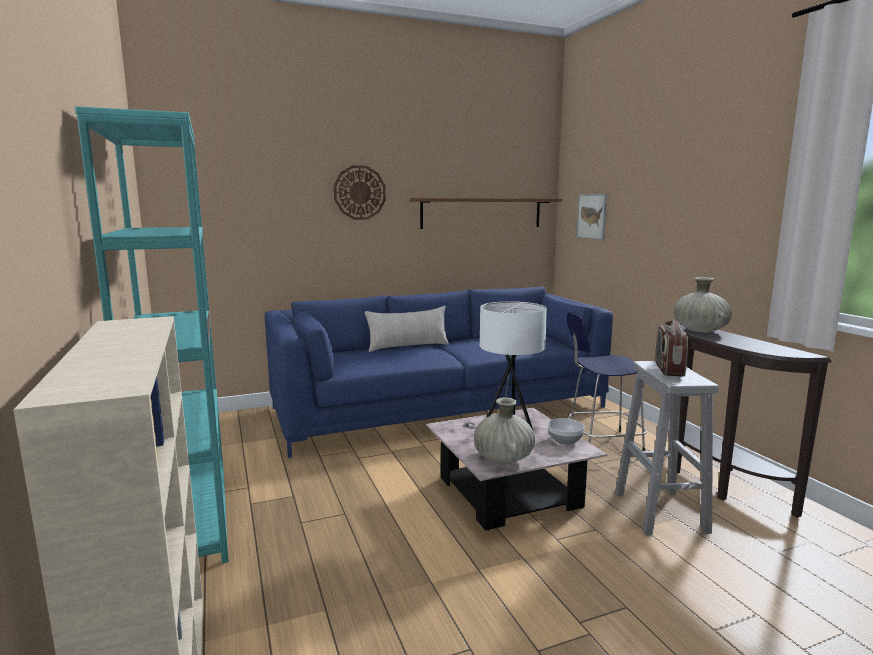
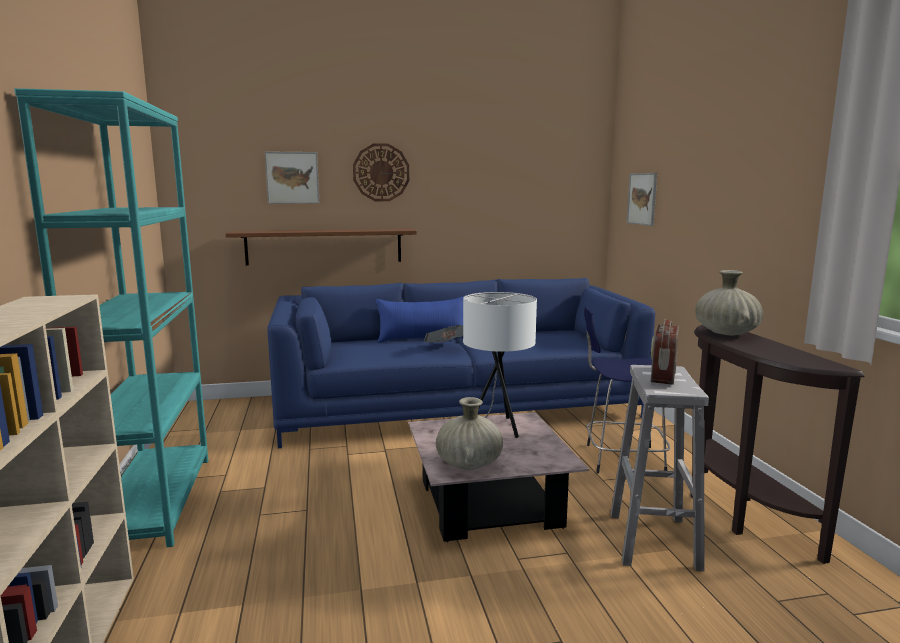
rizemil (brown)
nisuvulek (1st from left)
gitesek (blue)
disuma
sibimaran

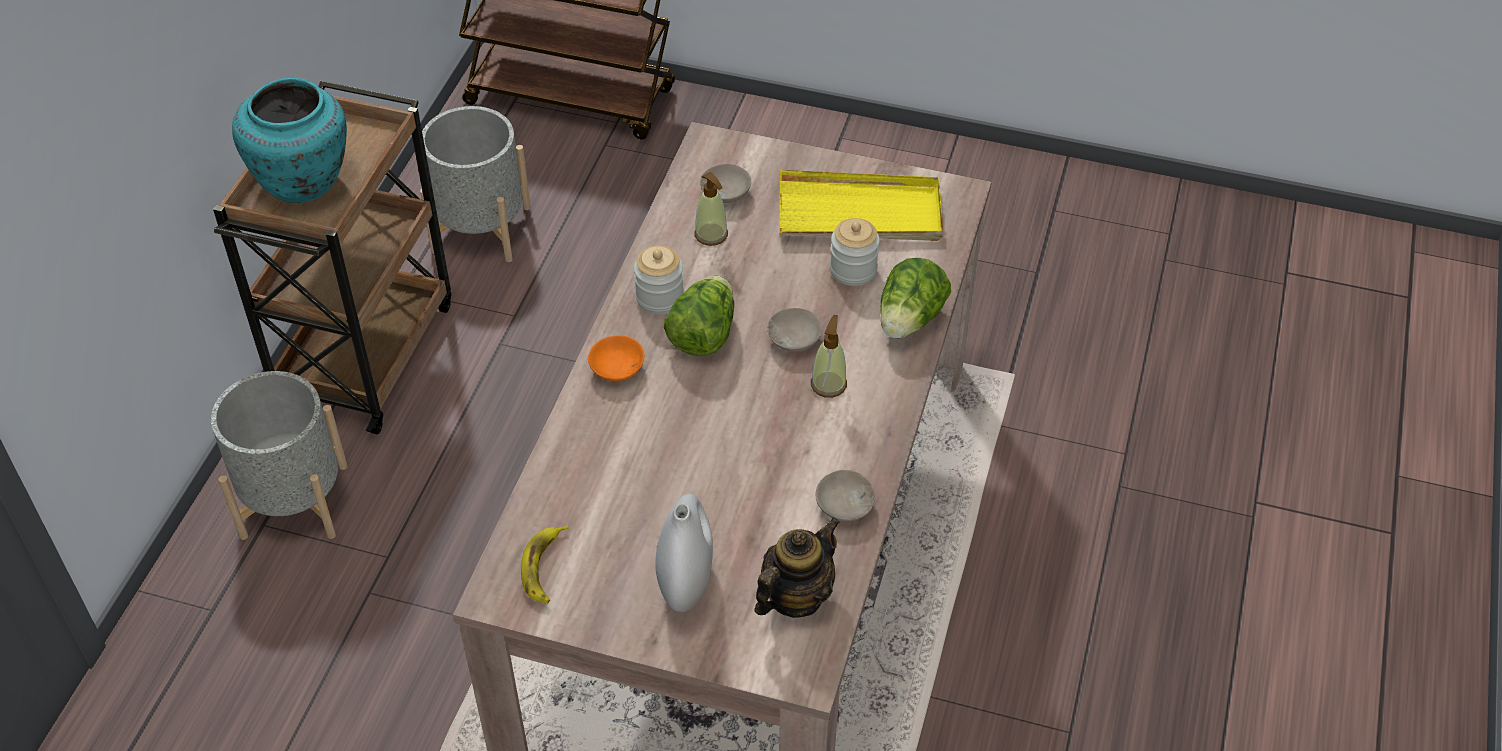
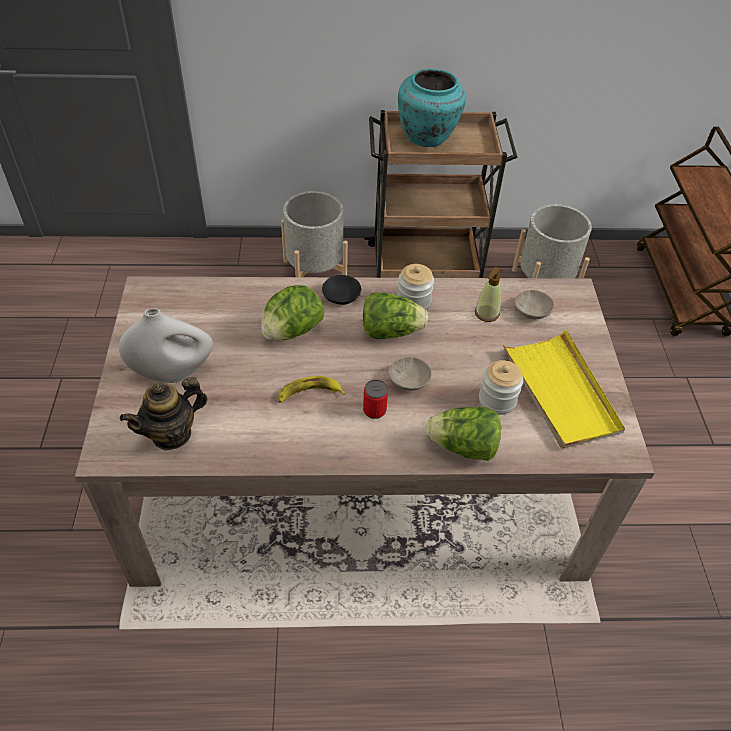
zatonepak
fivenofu (1st from left)
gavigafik
sibimaran (black)
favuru
sibimaran (beige) (3rd from left in the first image)

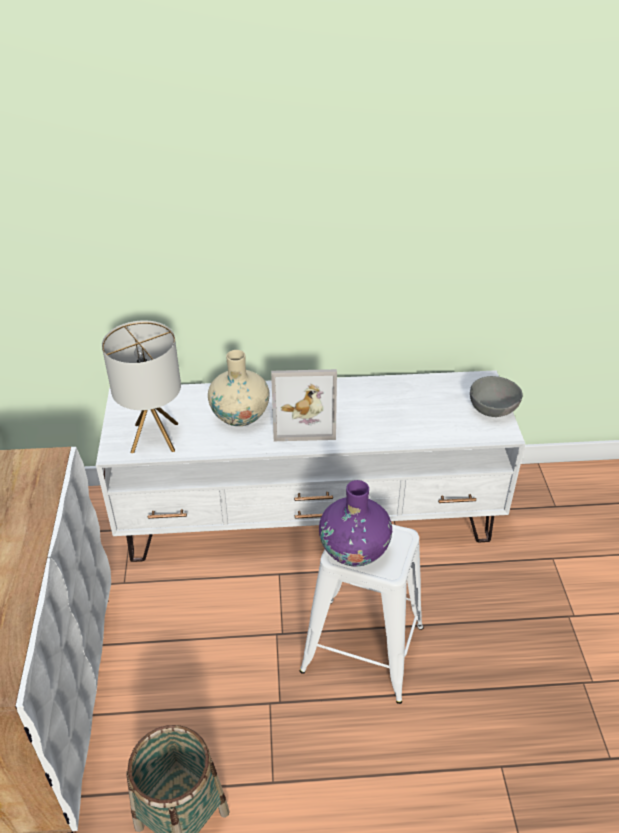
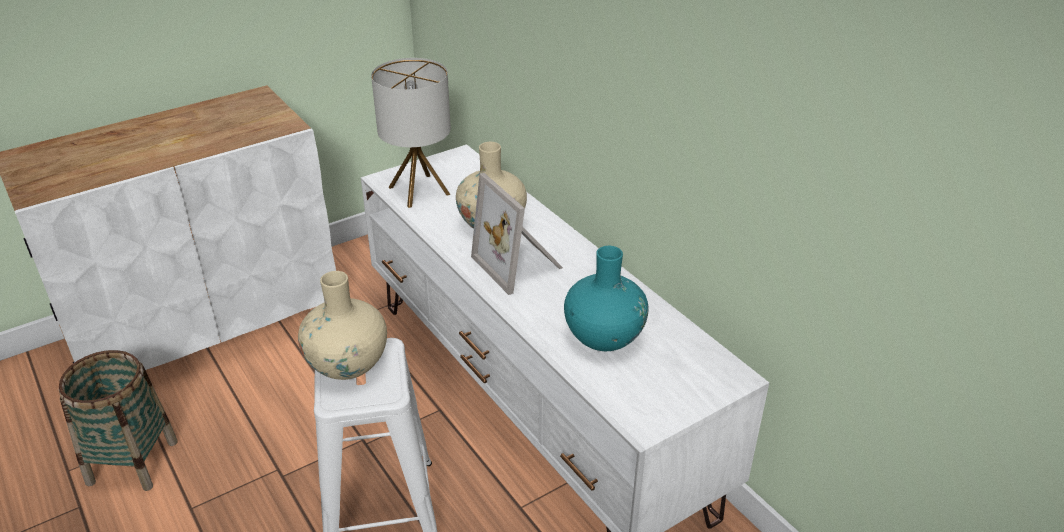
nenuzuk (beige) (1st from left)
nenuzuk (turquoise)
sibimaran (grey)

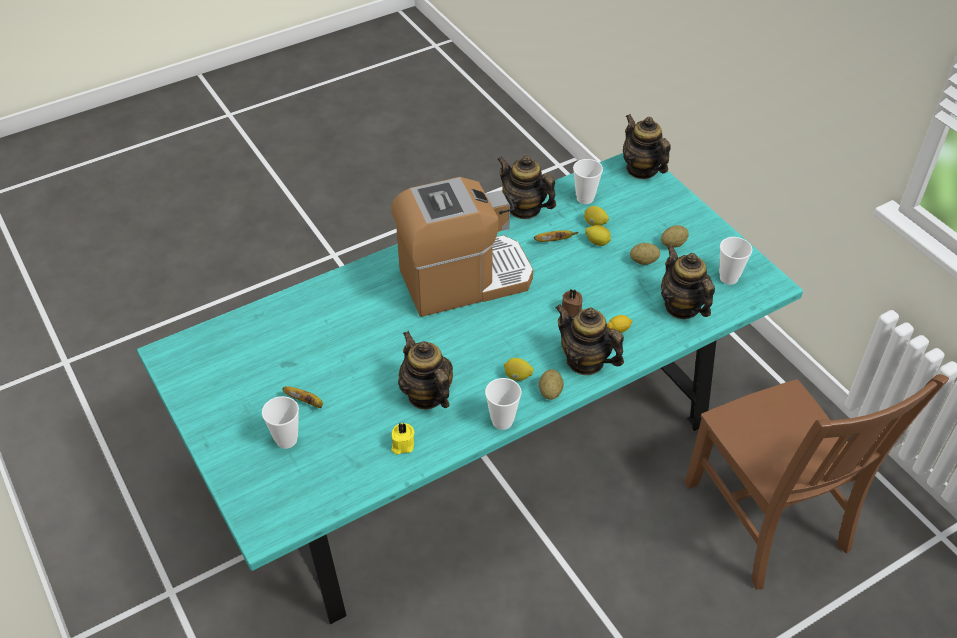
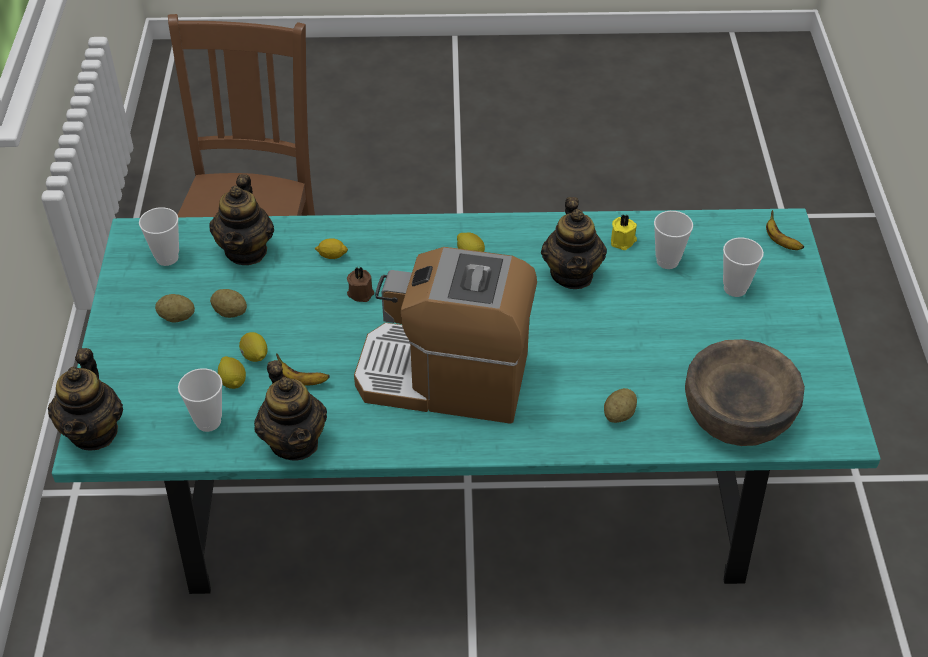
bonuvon (3rd from left)
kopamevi (3rd from left)
sibimaran (brown)
gavigafik (2nd from left)
zatonepak (3rd from left in the first image)

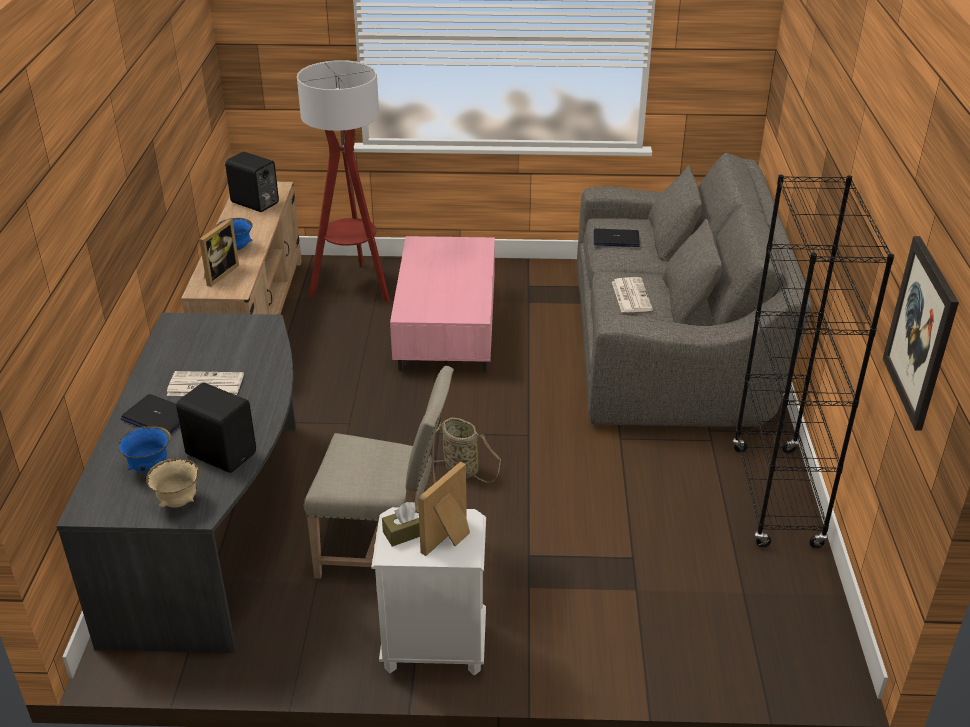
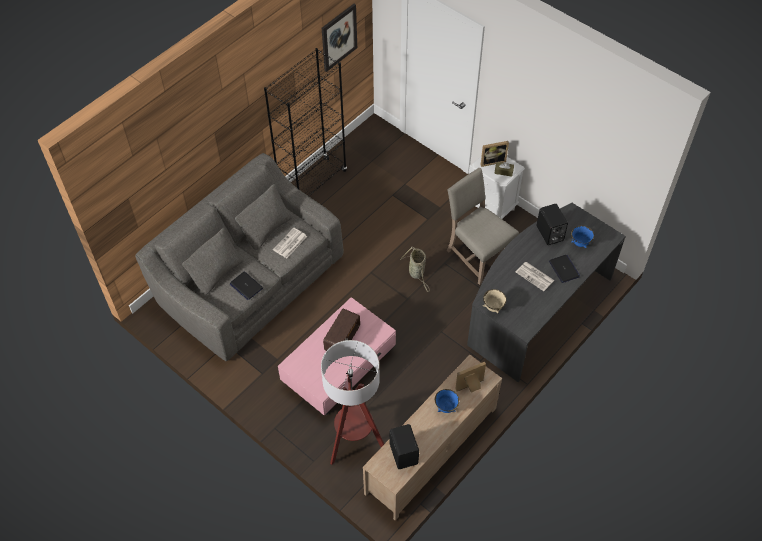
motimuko
sibimaran (beige)

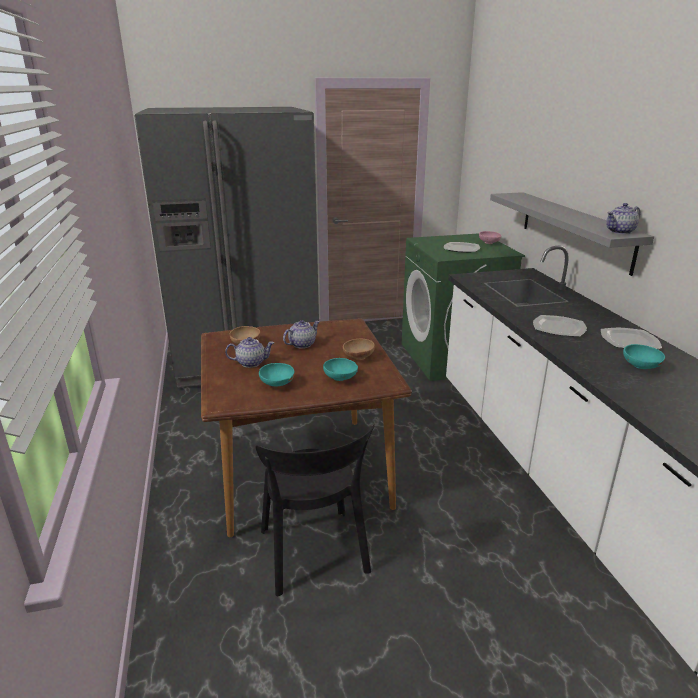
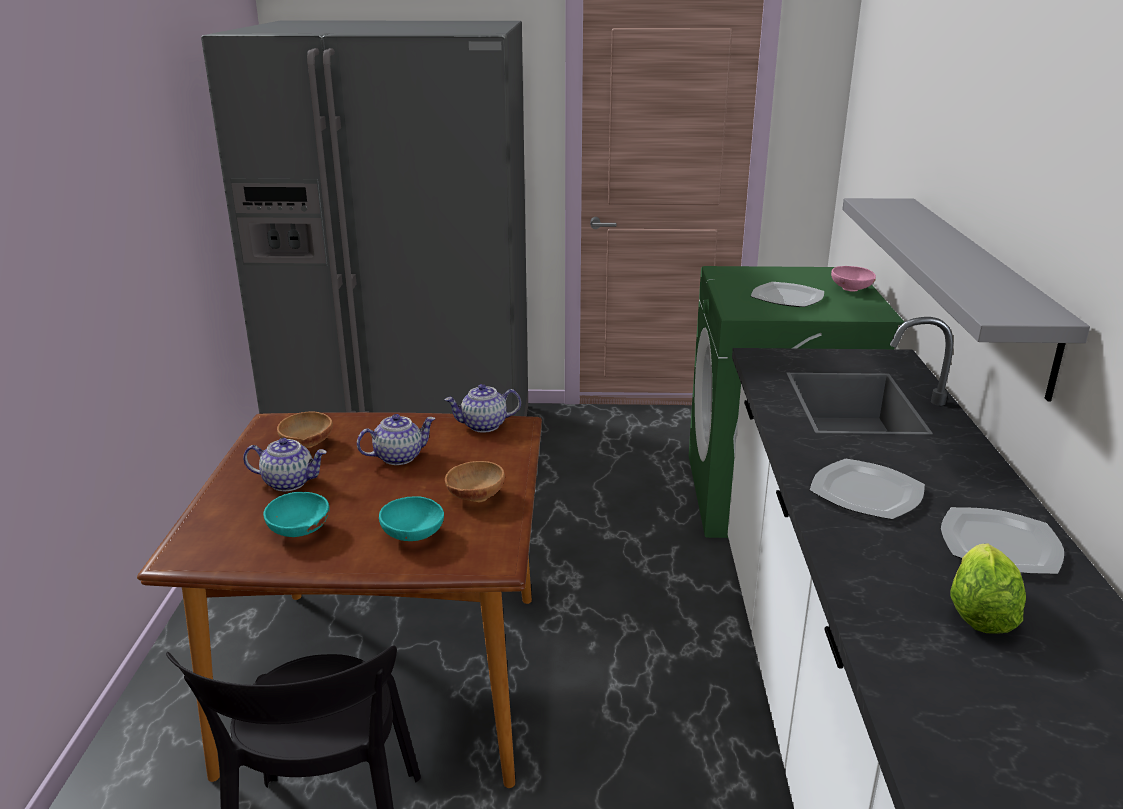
zatonepak (3rd from left)
fivenofu

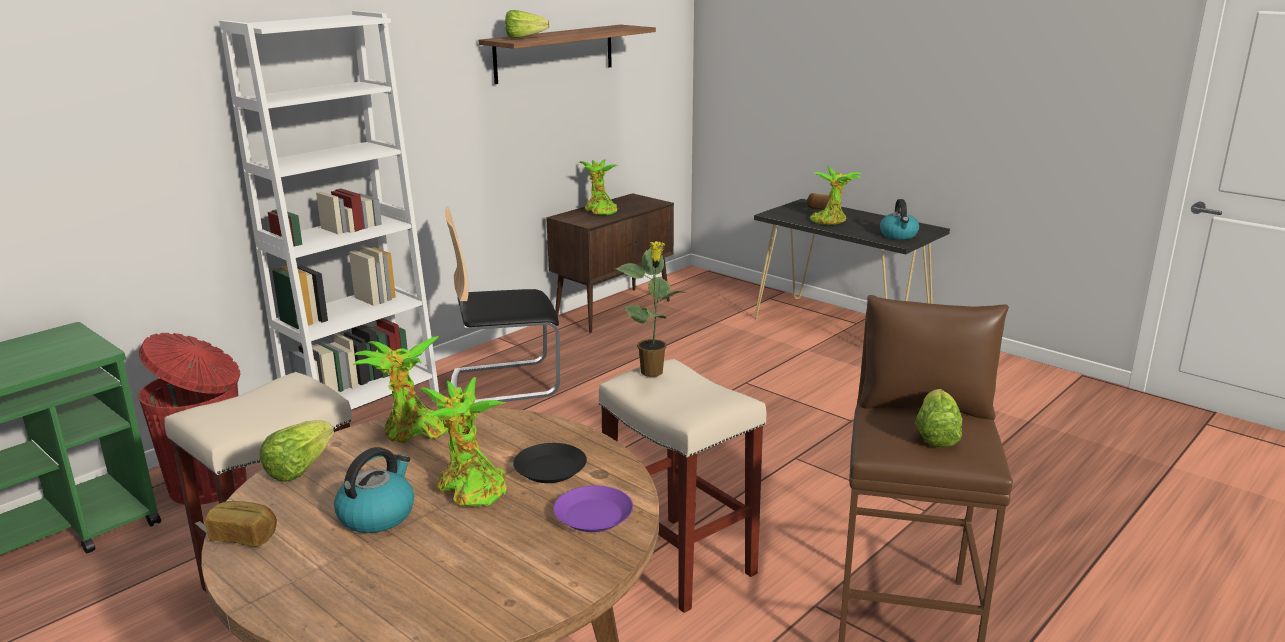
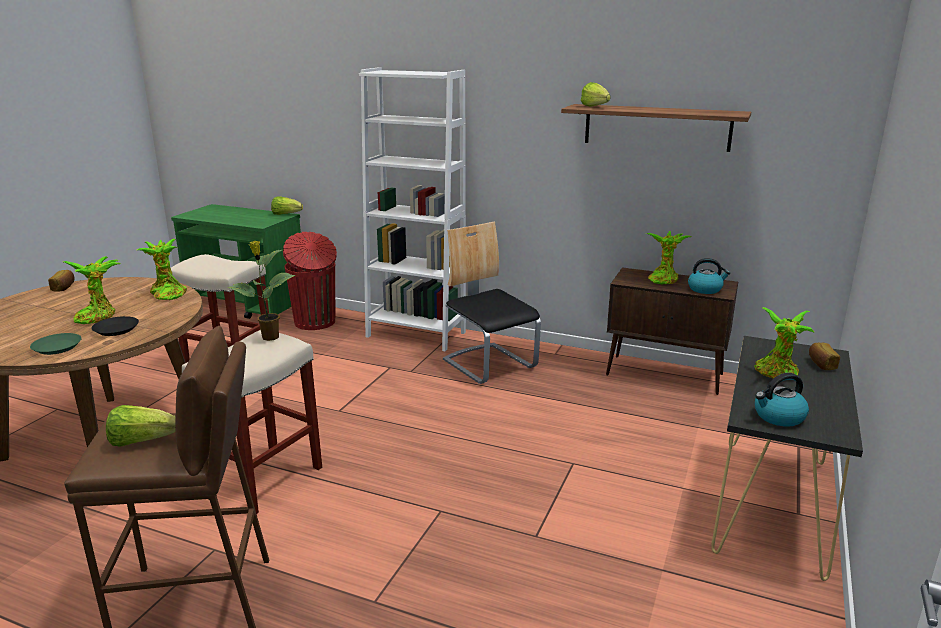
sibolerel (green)
fivenofu (2nd from left)
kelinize (1st from left)

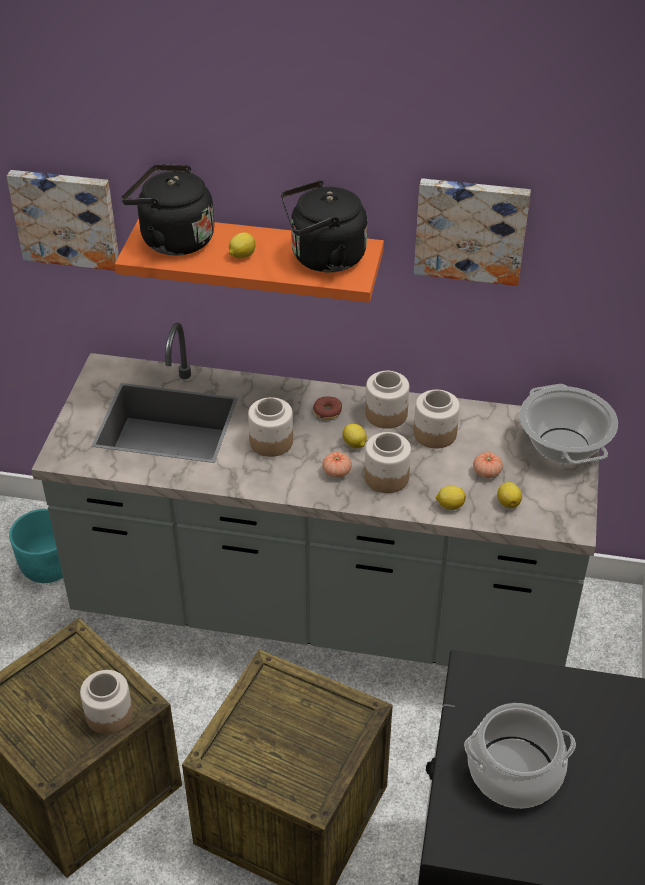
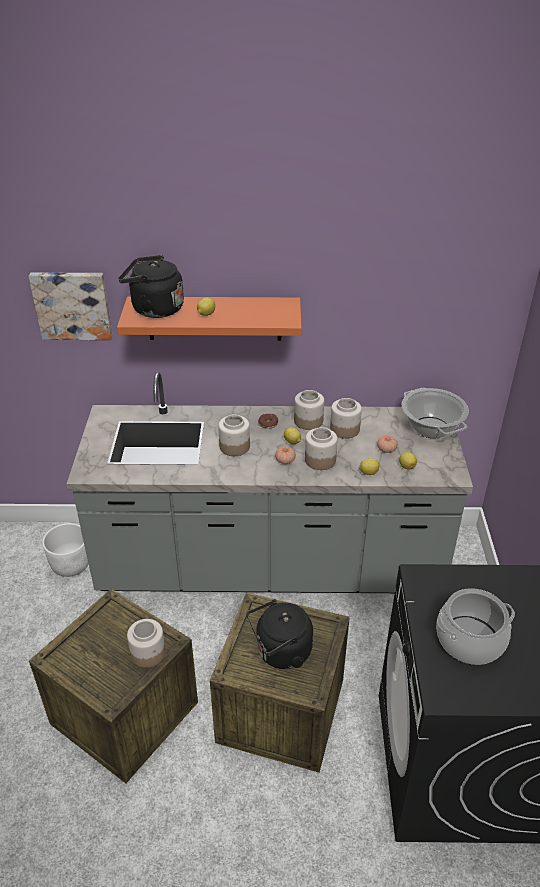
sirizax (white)
kelinize (black) (2nd from left)
nisuvulek (2nd from left in the first image)

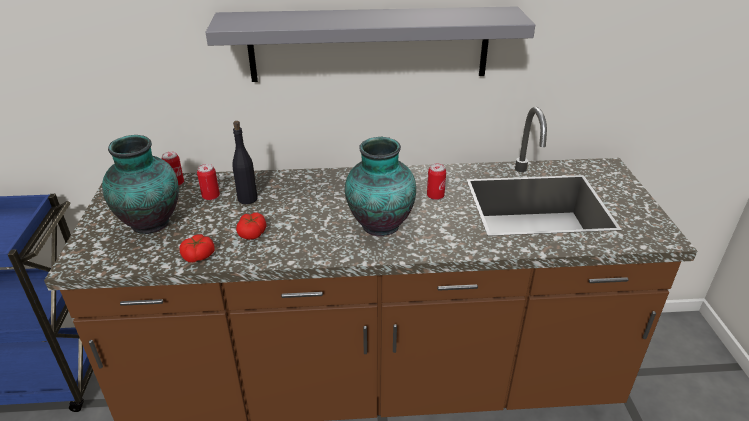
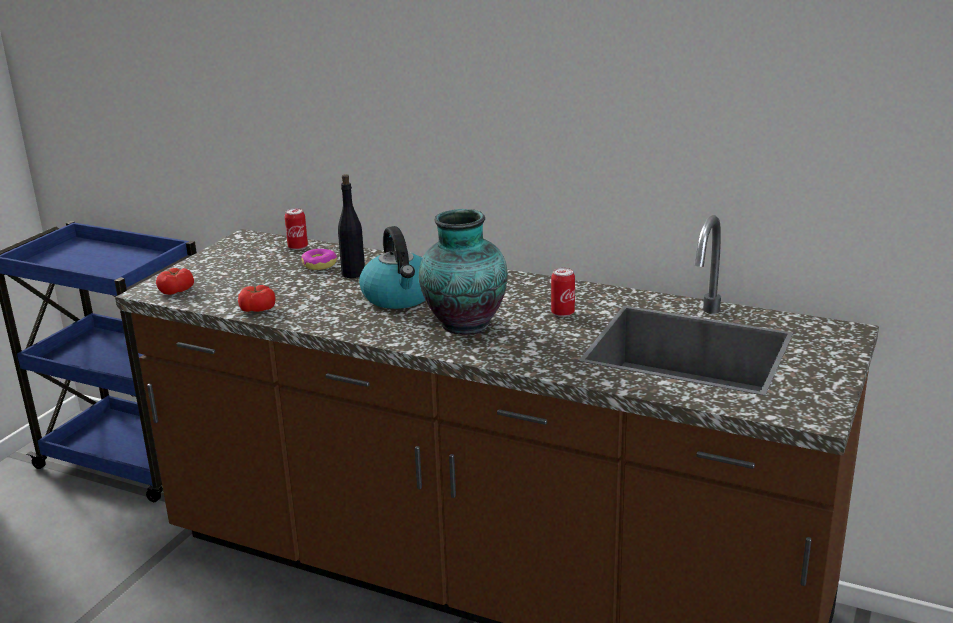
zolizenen (1st from left)
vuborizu
kelinize
nenuzuk (1st from left in the first image)
rizemil (grey)

